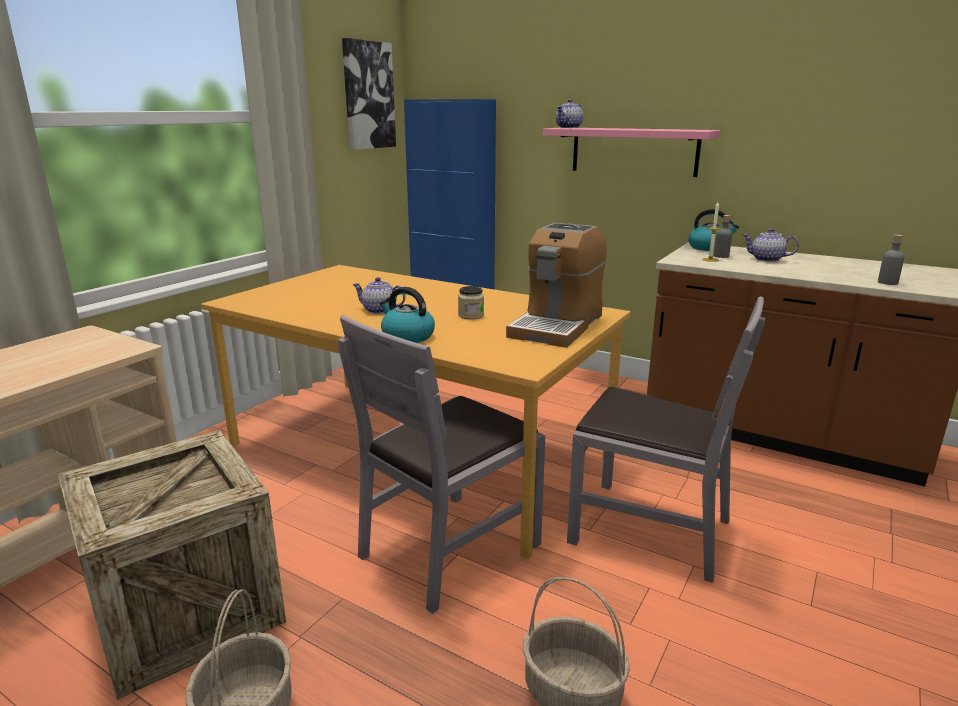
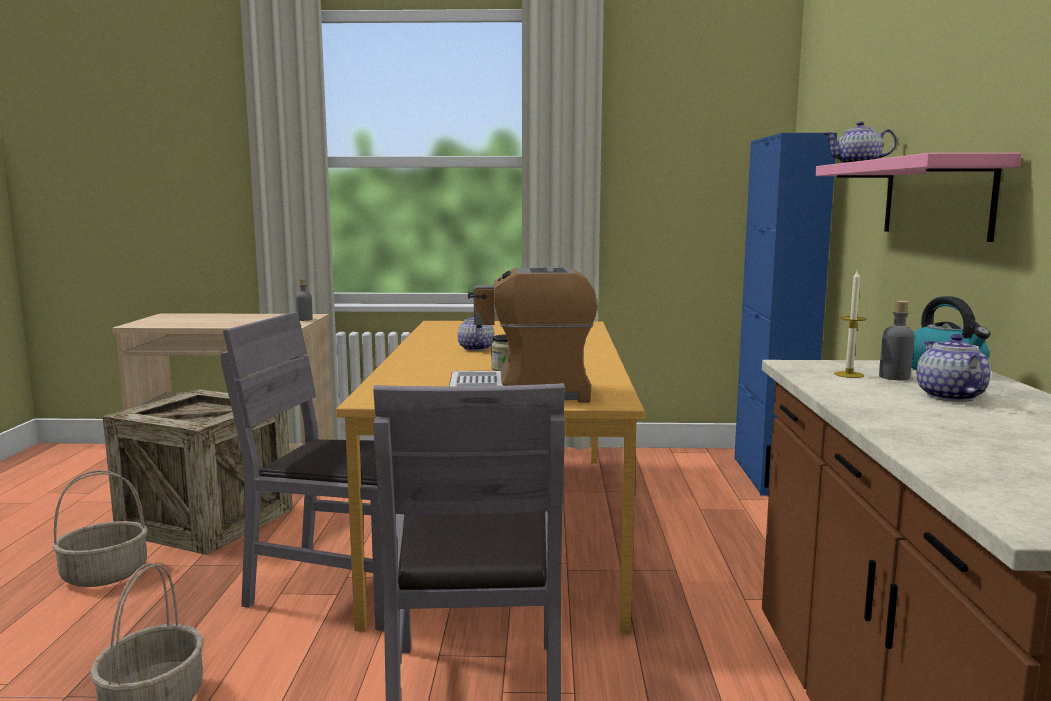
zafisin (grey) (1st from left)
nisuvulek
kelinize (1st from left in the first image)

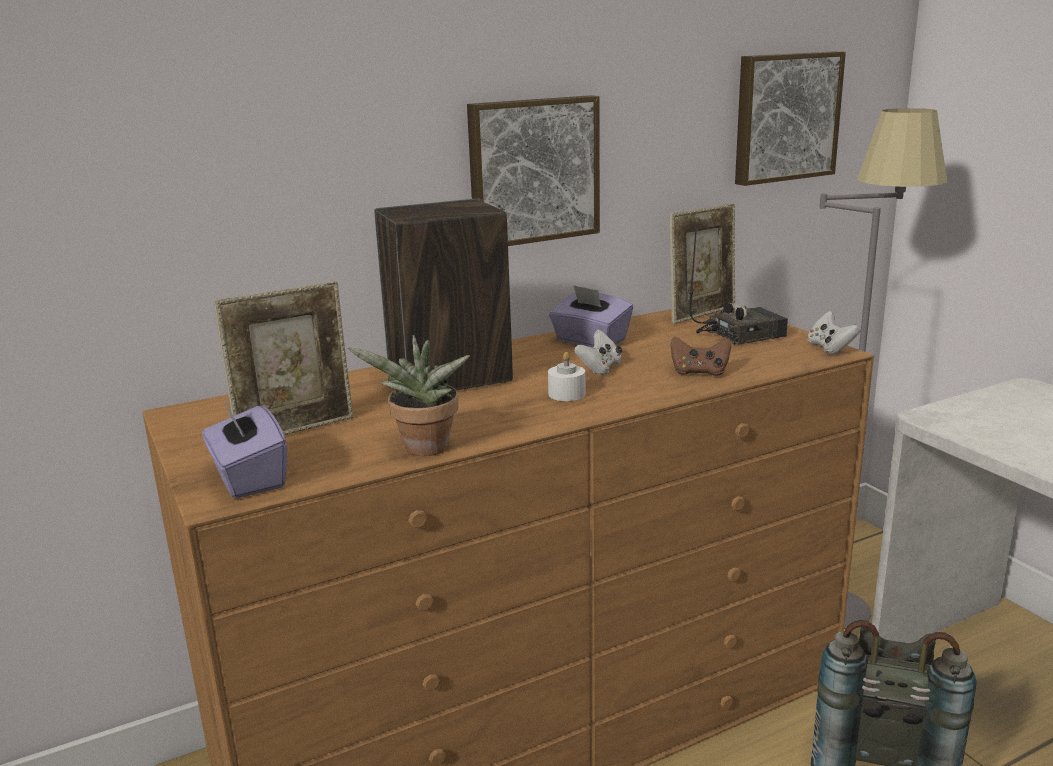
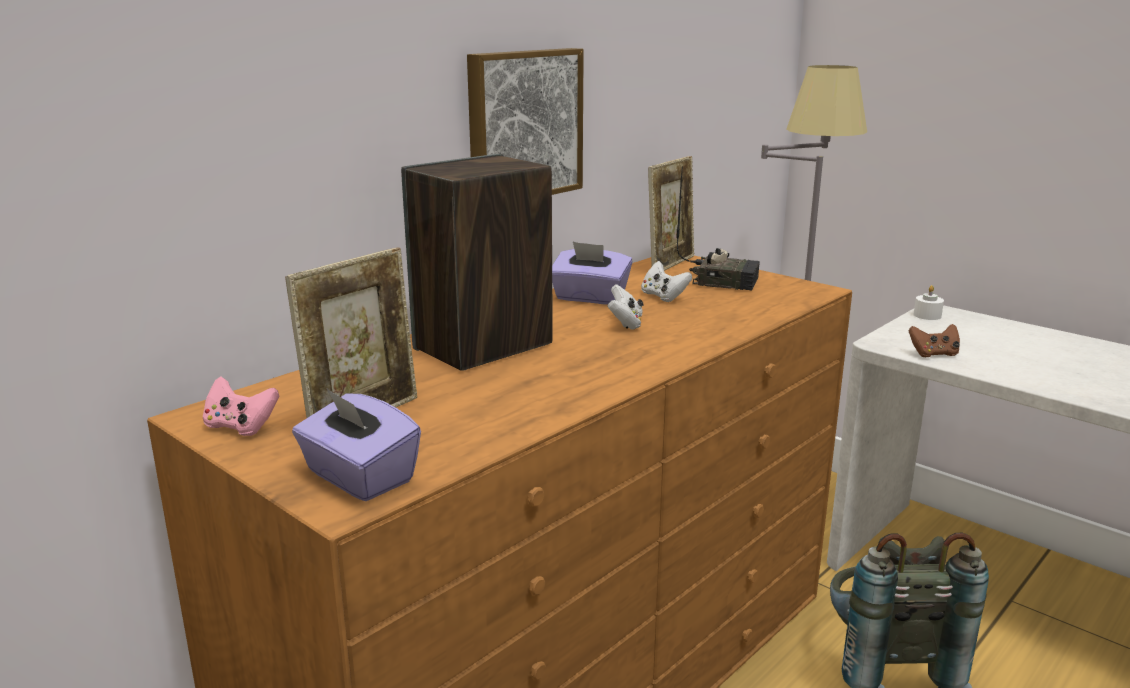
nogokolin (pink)
nogokolin (white) (2nd from left)
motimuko
nogokolin (brown)
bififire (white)
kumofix
nisuvulek (2nd from left in the first image)

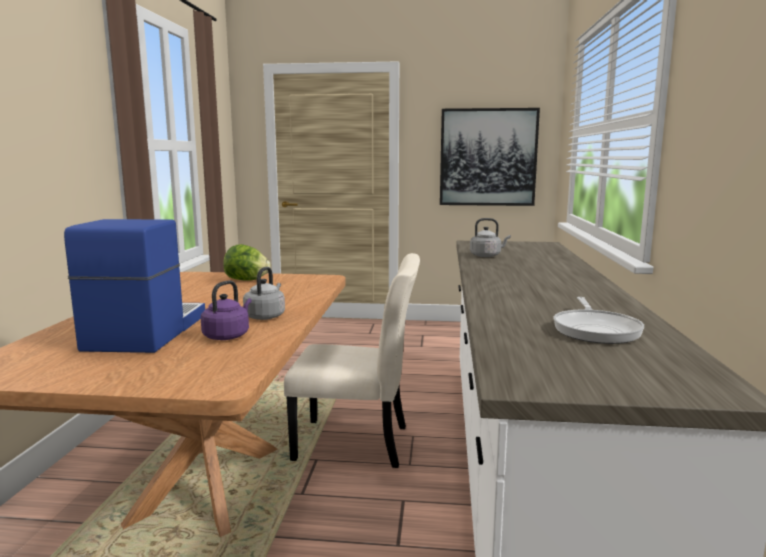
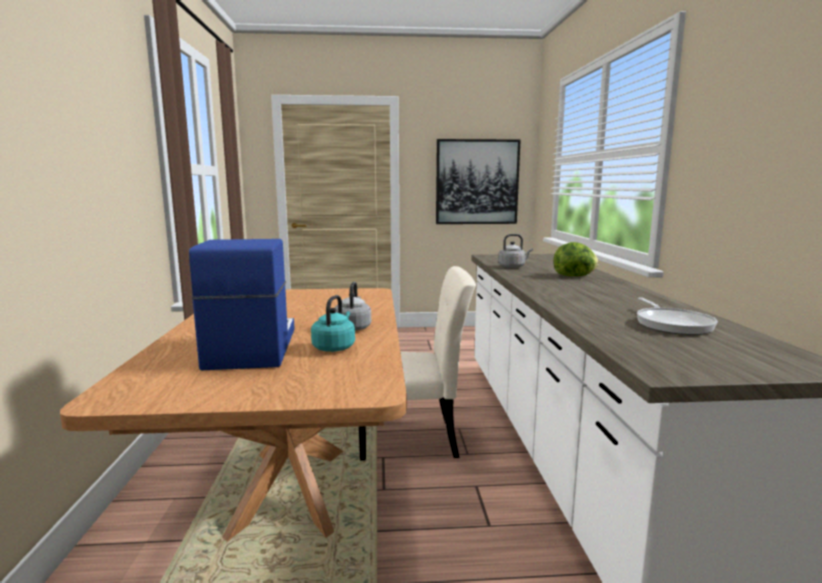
kelinize (turquoise)
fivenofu

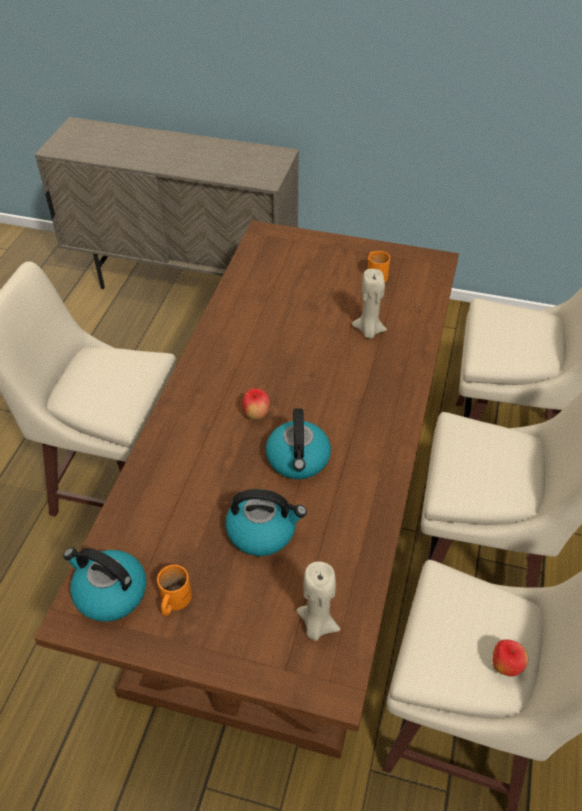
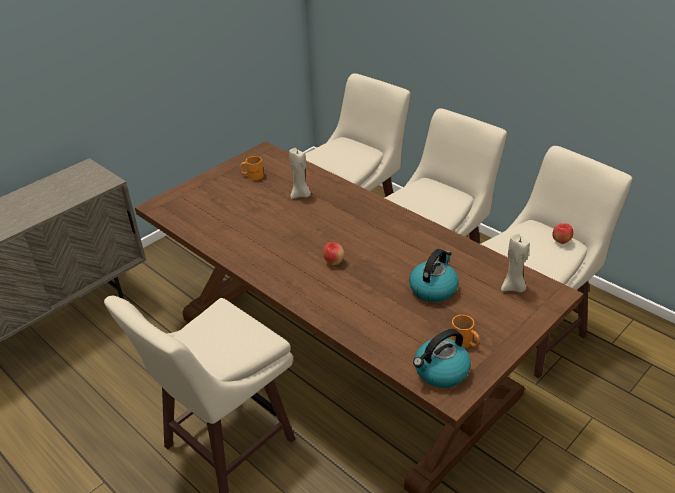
kelinize (3rd from left in the first image)

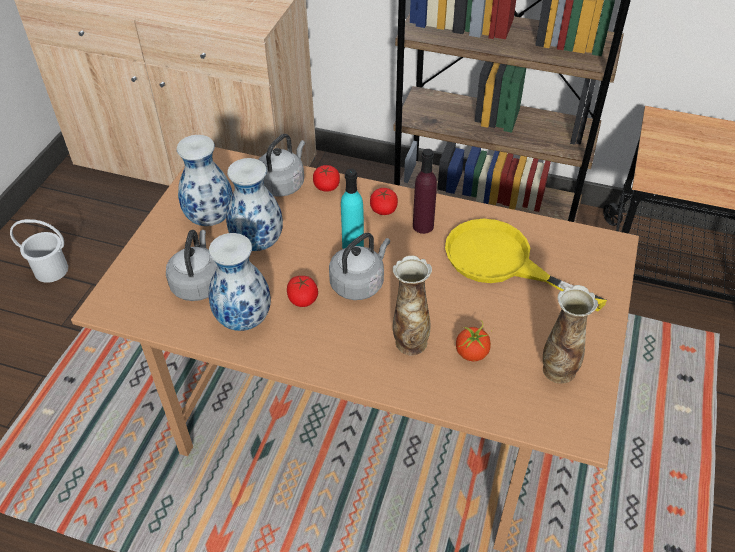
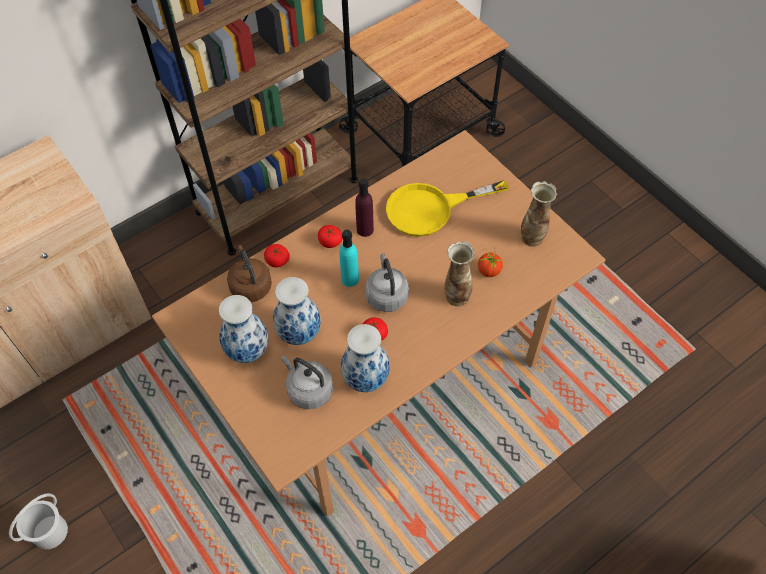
kelinize (brown)

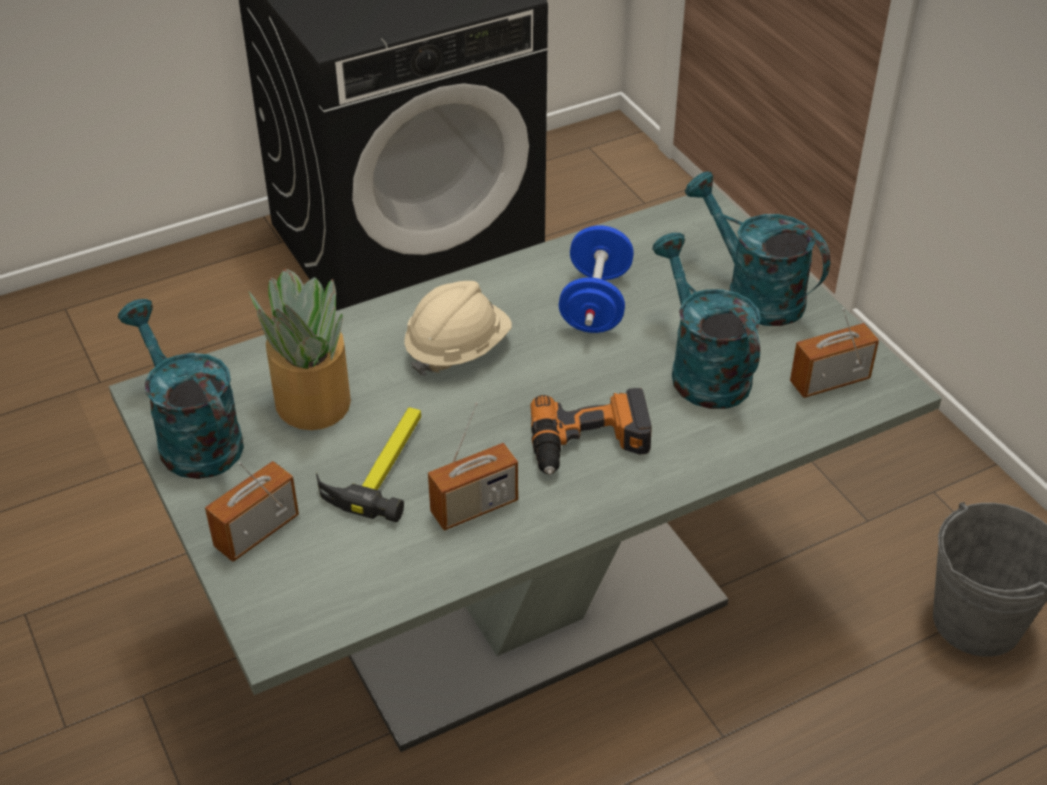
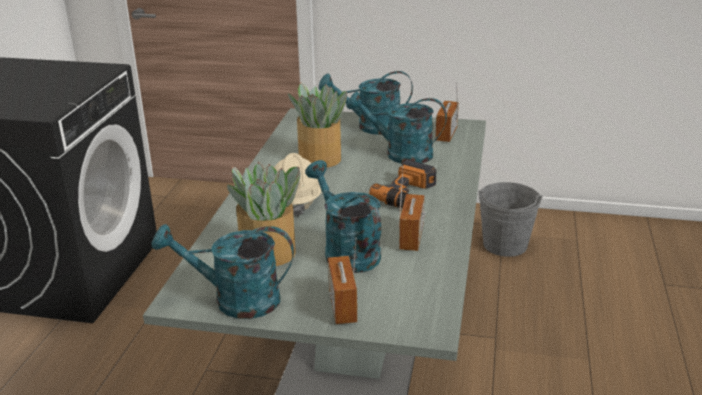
kumofix (2nd from left)
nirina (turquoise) (2nd from left)

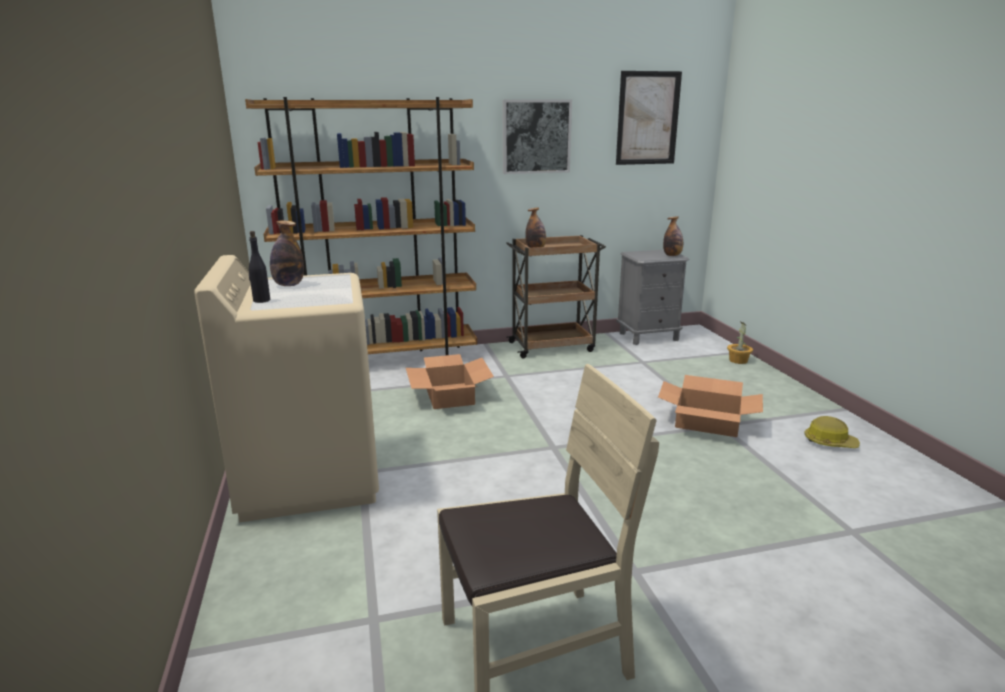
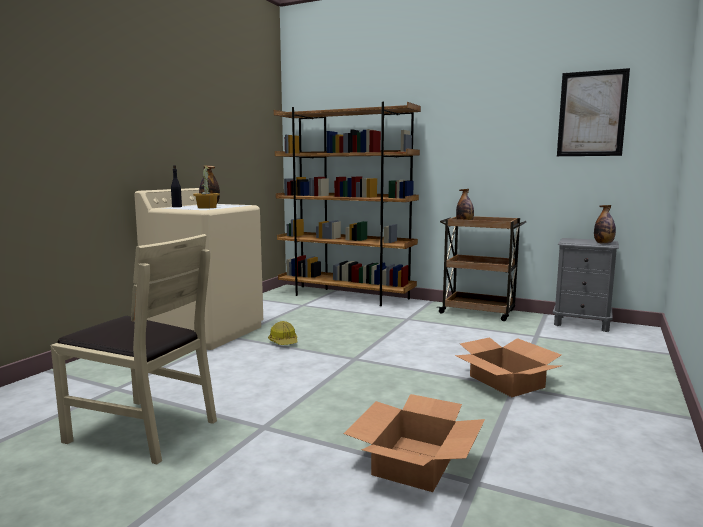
kumofix
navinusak
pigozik (1st from left)
nisuvulek (1st from left in the first image)

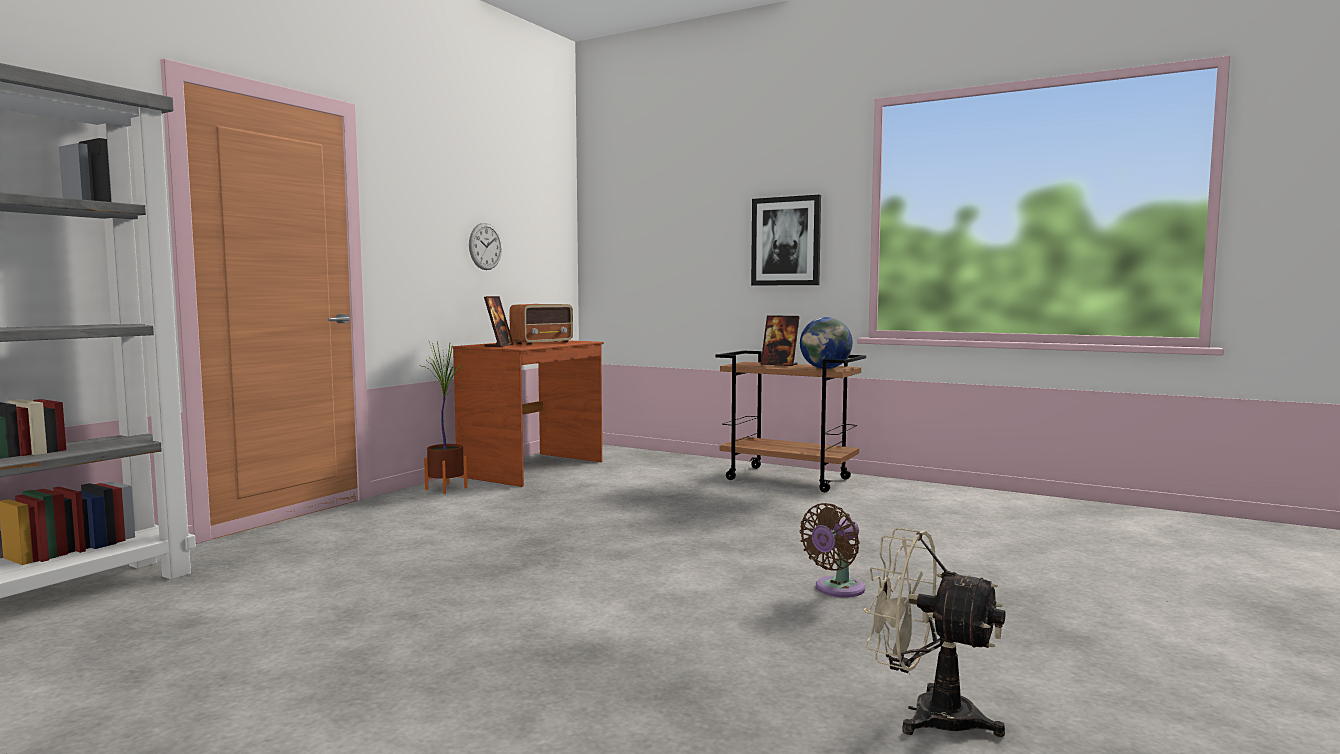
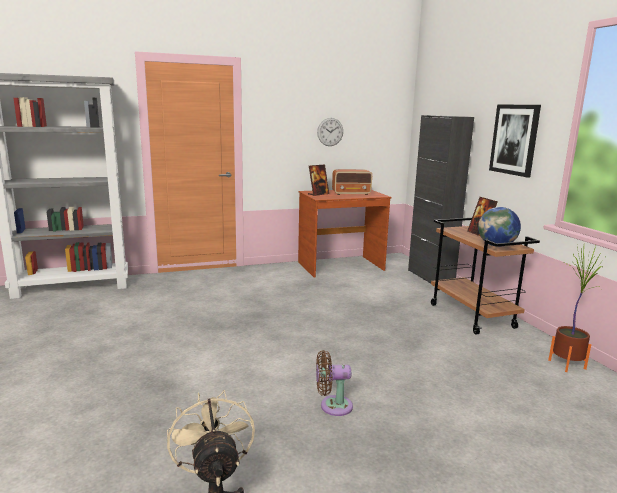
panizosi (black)
kumofix

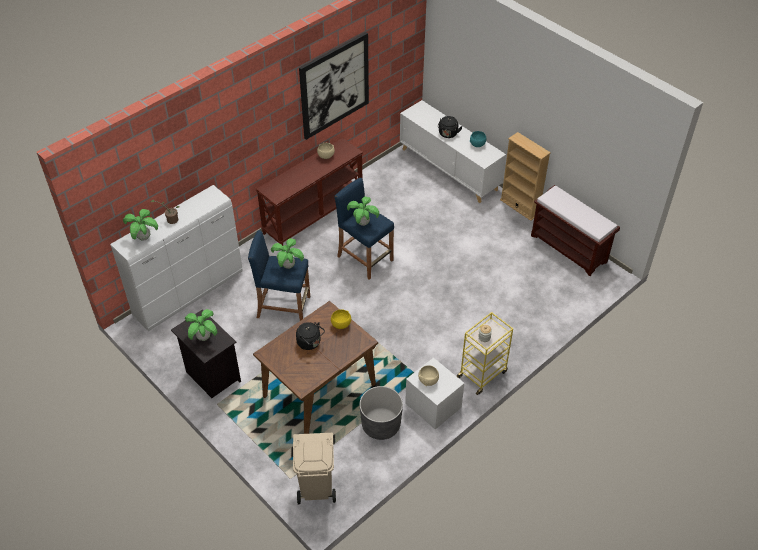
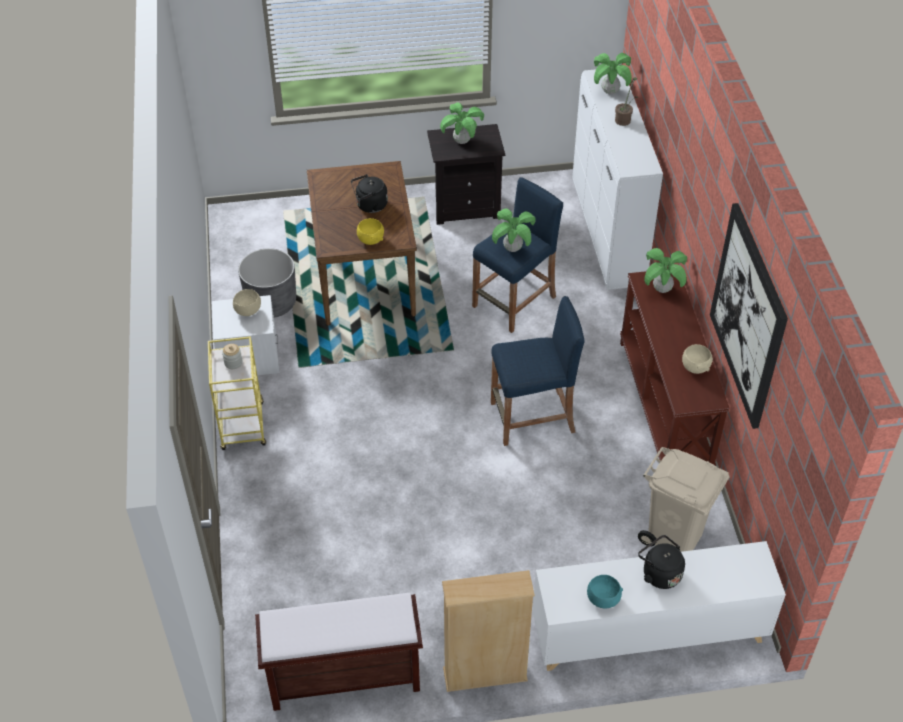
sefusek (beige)
kumofix (5th from left)

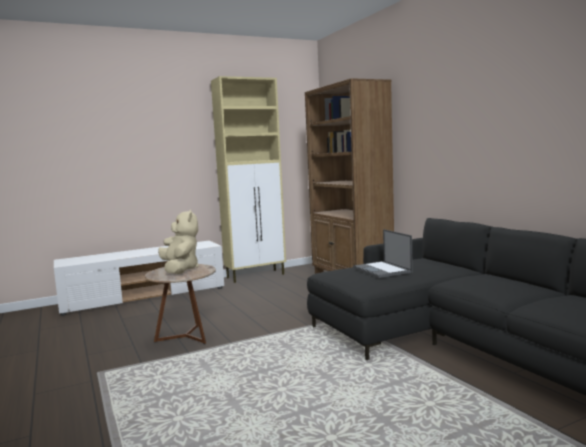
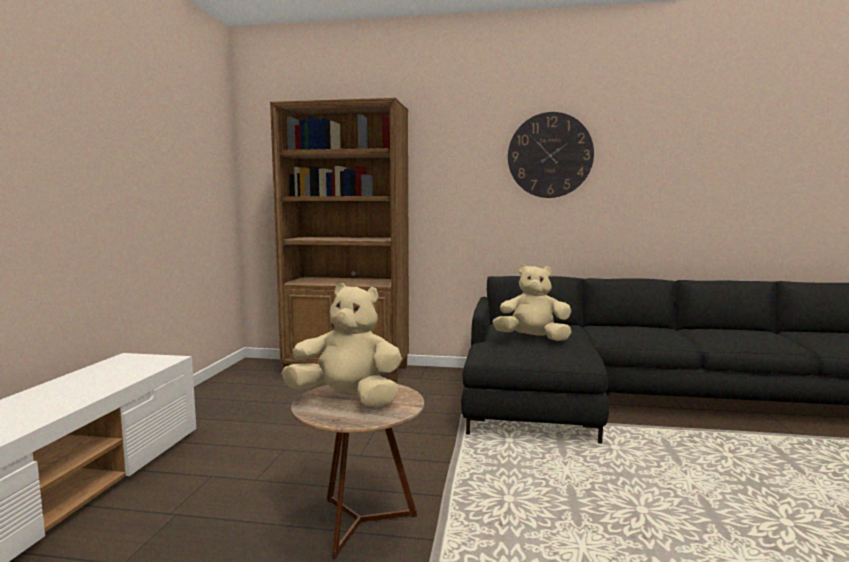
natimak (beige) (2nd from left)
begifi
panizosi (beige)

